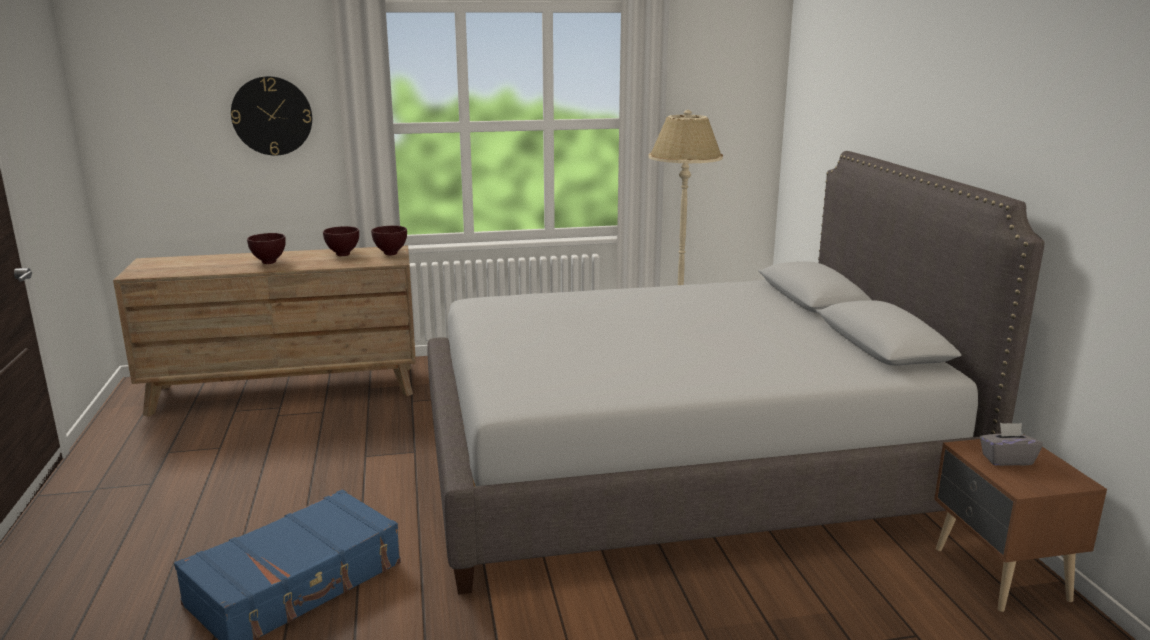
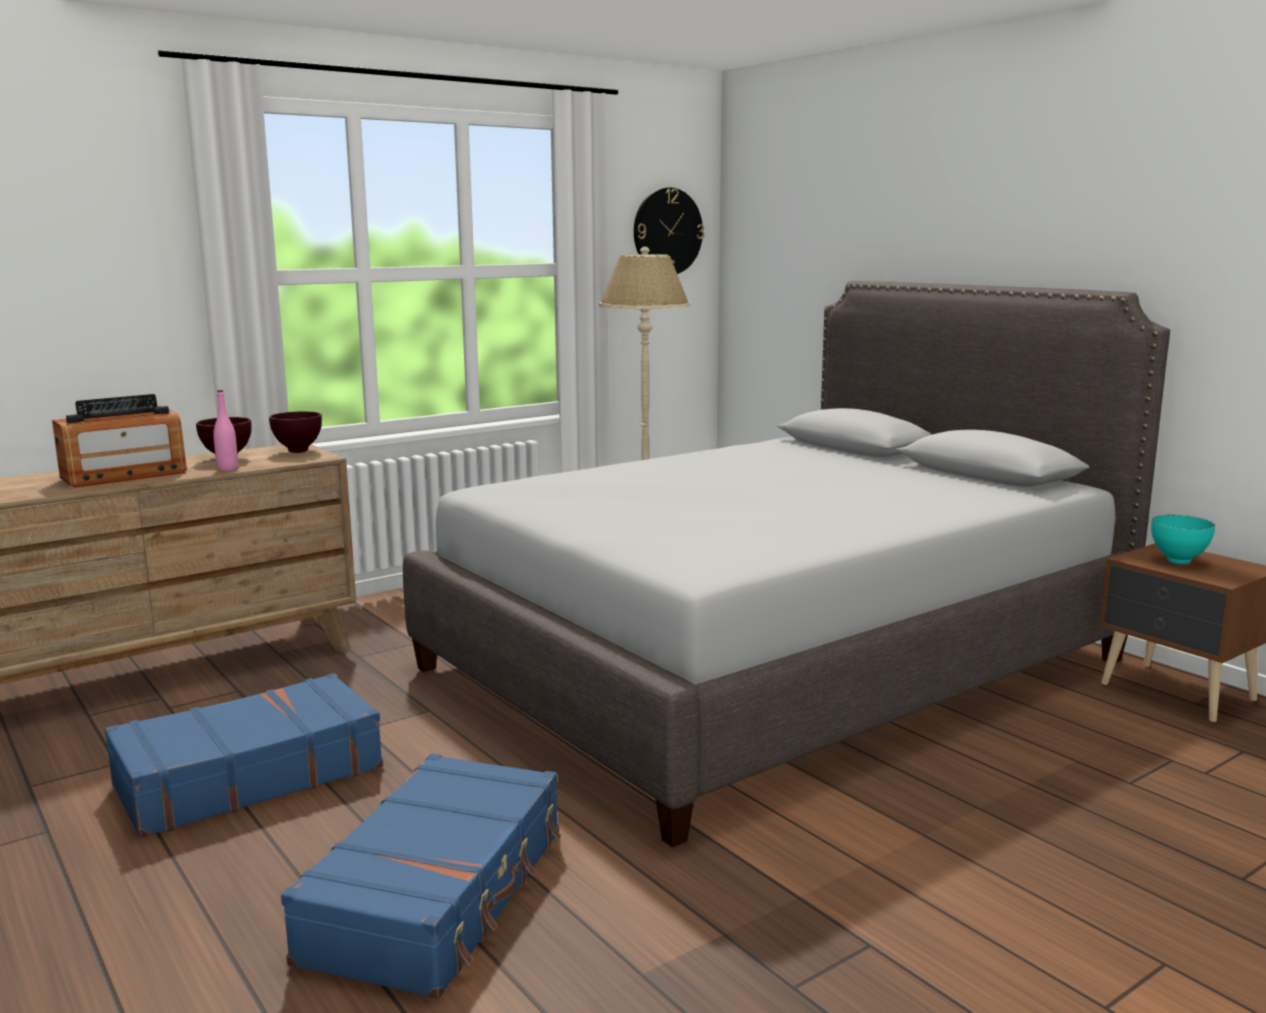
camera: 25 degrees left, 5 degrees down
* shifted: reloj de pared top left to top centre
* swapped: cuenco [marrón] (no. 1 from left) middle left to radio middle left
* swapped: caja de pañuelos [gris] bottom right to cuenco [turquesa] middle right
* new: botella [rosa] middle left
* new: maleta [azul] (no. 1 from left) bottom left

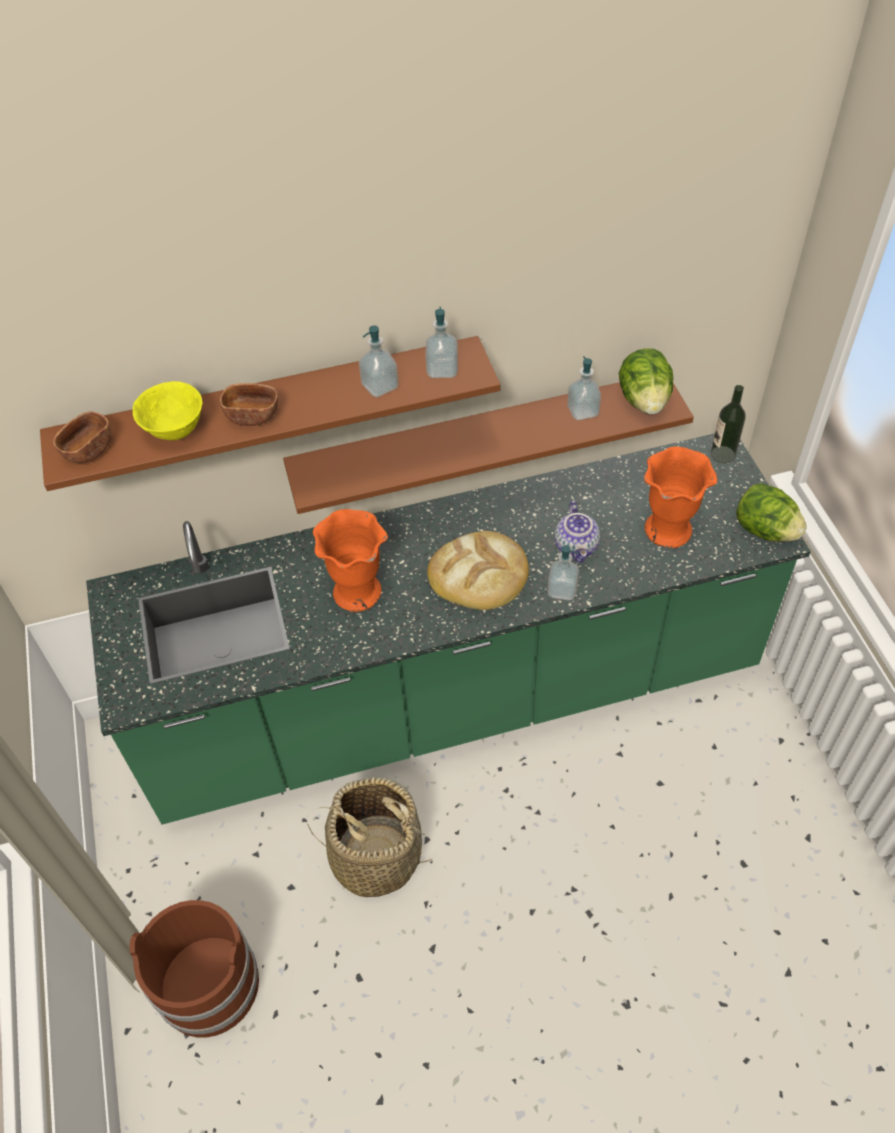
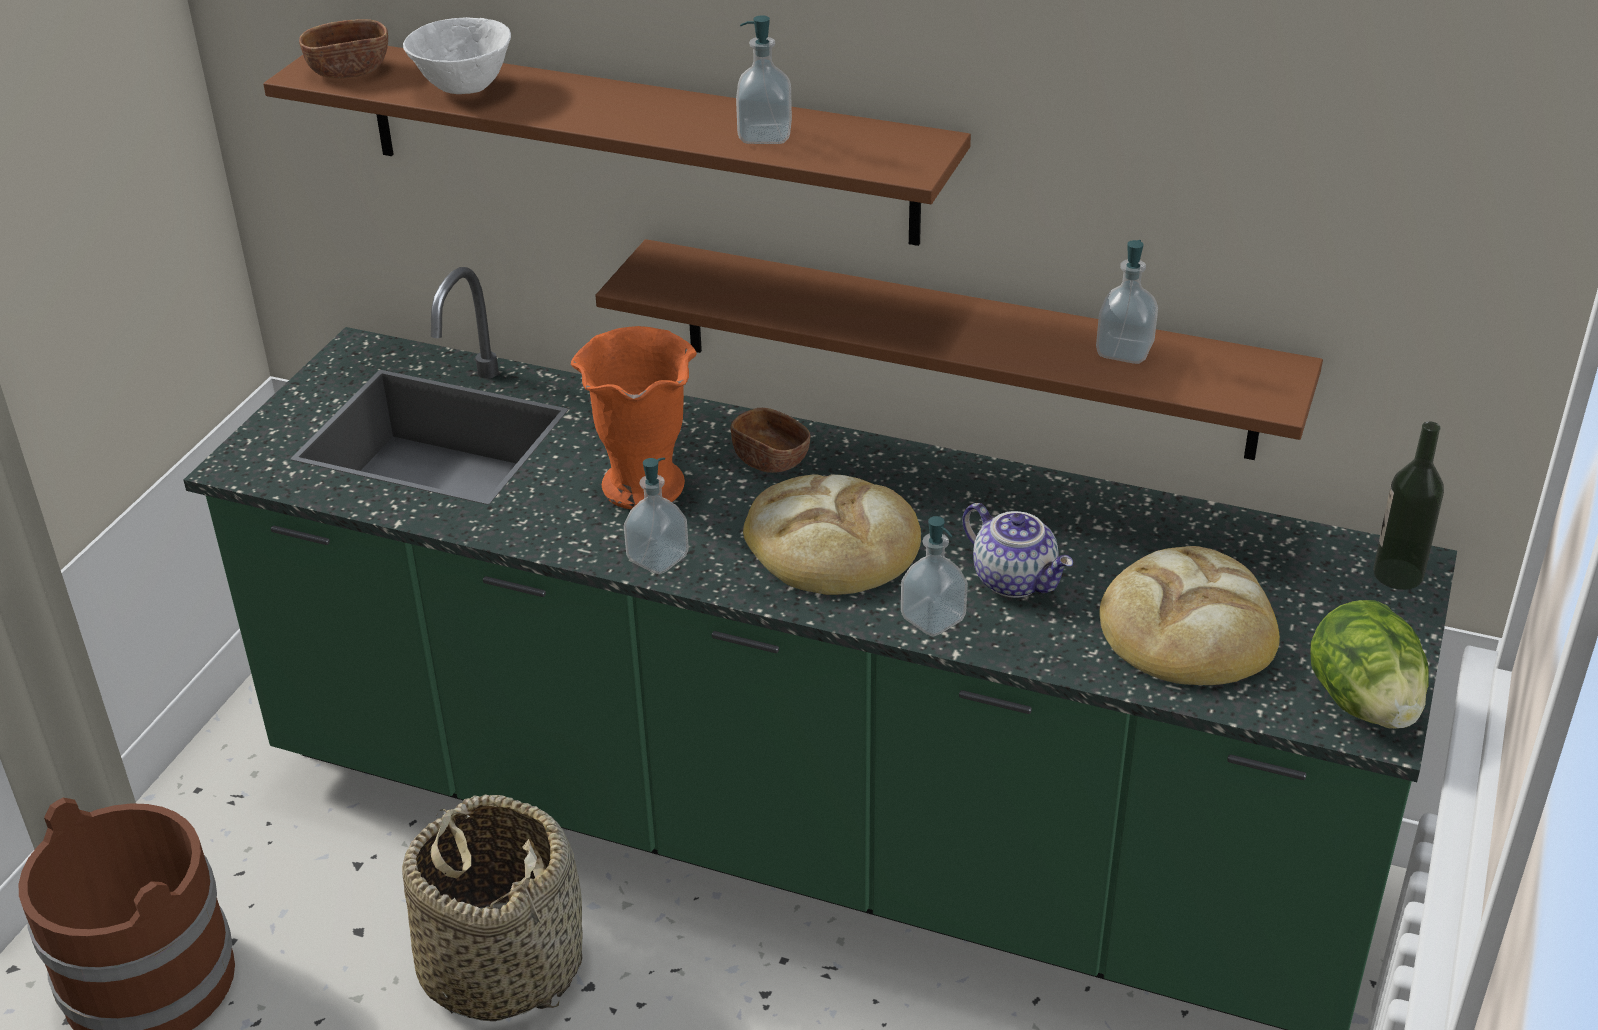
camera: 35 degrees right, 15 degrees down
* shifted: dispensador de jabón (no. 2 from left in the first image) top centre to dispensador de jabón (no. 1 from left) centre
* gone: lechuga (no. 1 from left) middle right
* repainted: cuenco [amarillo] middle left to cuenco [blanco] top left
* shifted: cuenco [marrón] (no. 2 from left) middle left to centre
* swapped: florero [naranja] (no. 2 from left) middle right to pan (no. 2 from left) middle right
* rotated: tetera centre = centre 75 degrees counterclockwise

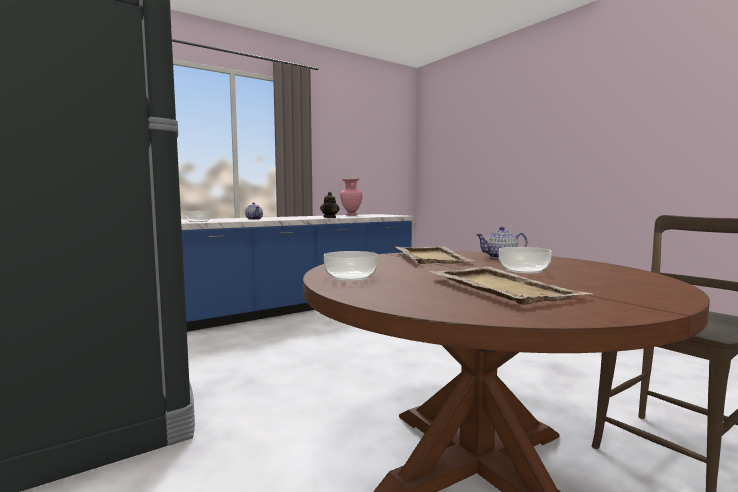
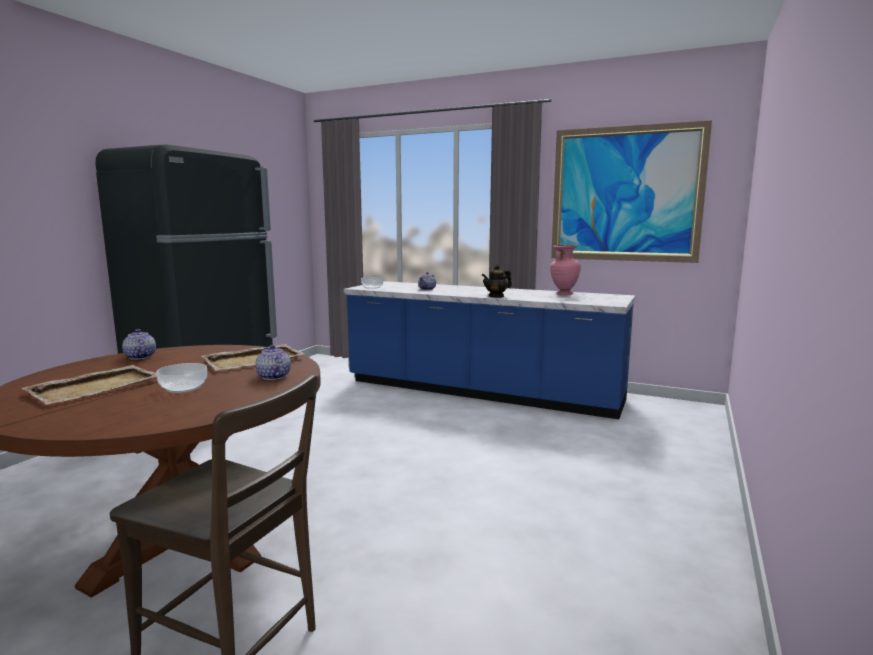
camera: 60 degrees right, 5 degrees up
* swapped: cuenco (no. 2 from left) centre to tetera (no. 1 from left) middle left
* new: cuadro top right

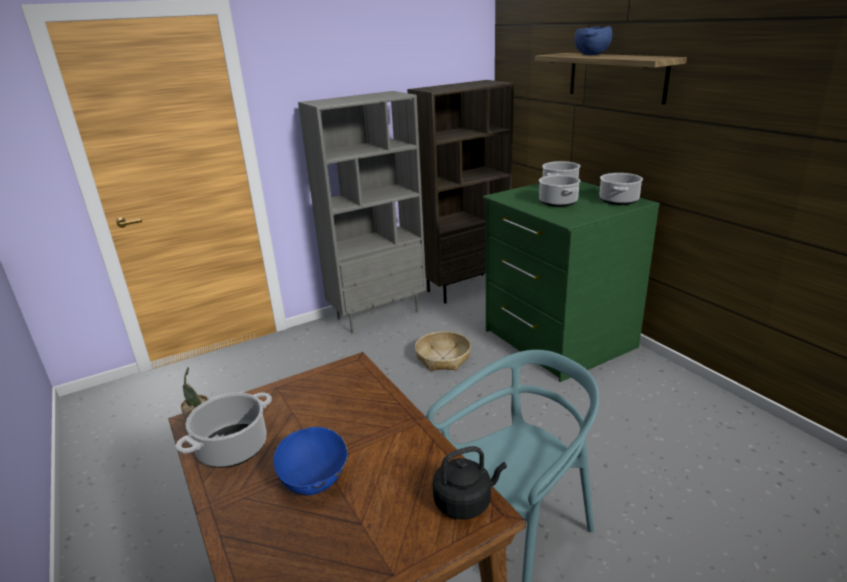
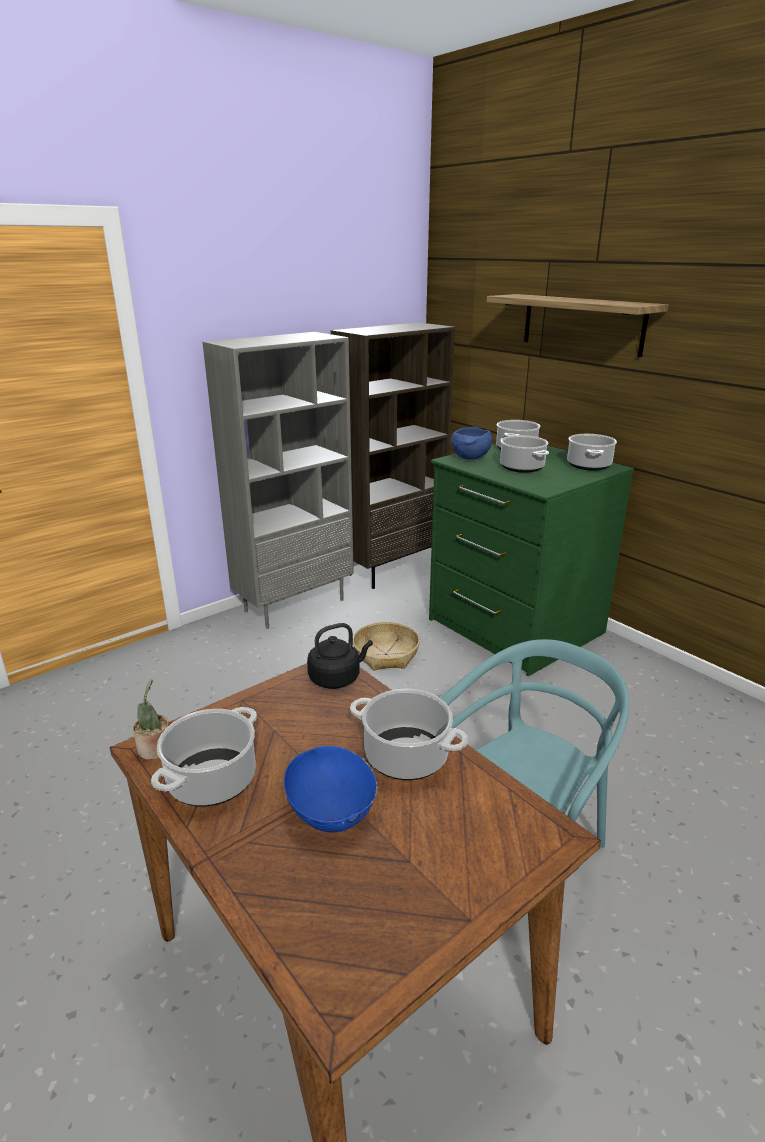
camera: 10 degrees left, 0 degrees up
* shifted: cuenco [azul] (no. 2 from left) top right to centre
* shifted: hervidor [negro] bottom centre to centre
* new: olla (no. 2 from left) centre

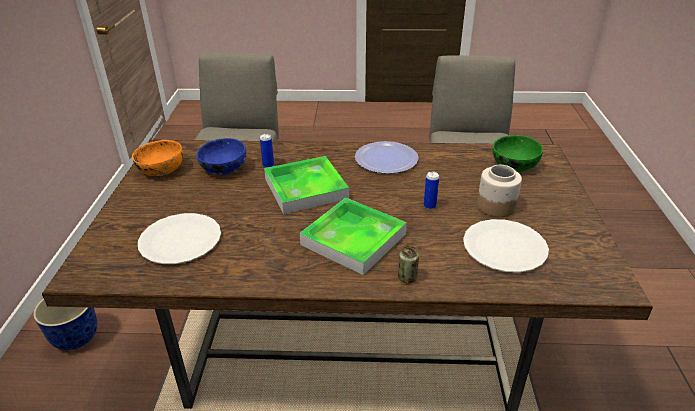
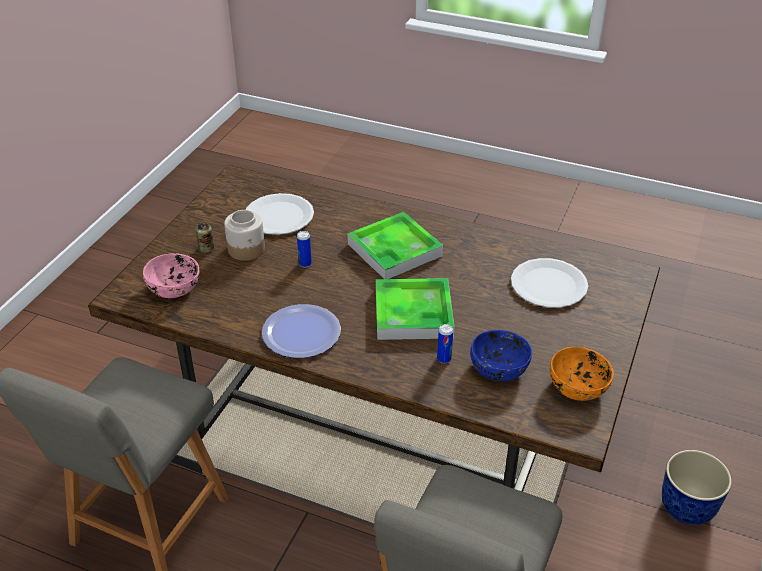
camera: 160 degrees left, 5 degrees up
* repainted: cuenco [verde] middle right to cuenco [rosa] middle left
* shifted: lata (no. 2 from left in the first image) centre to lata (no. 1 from left) middle left

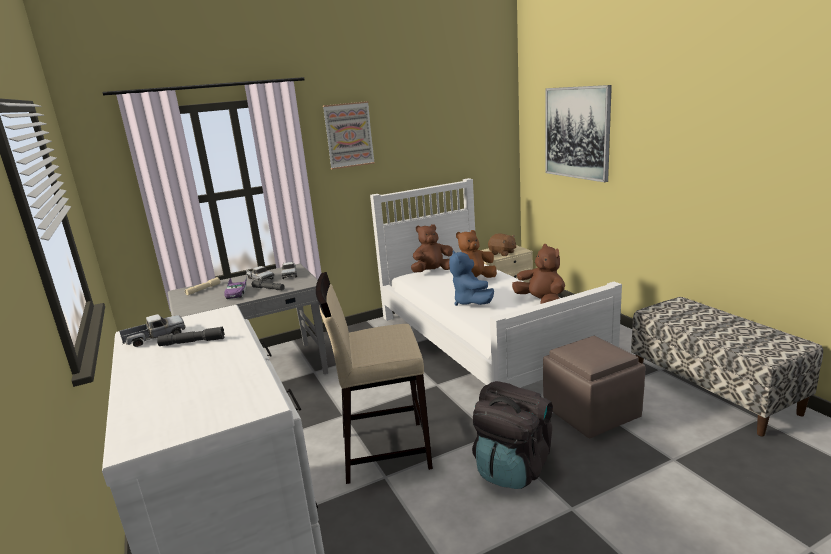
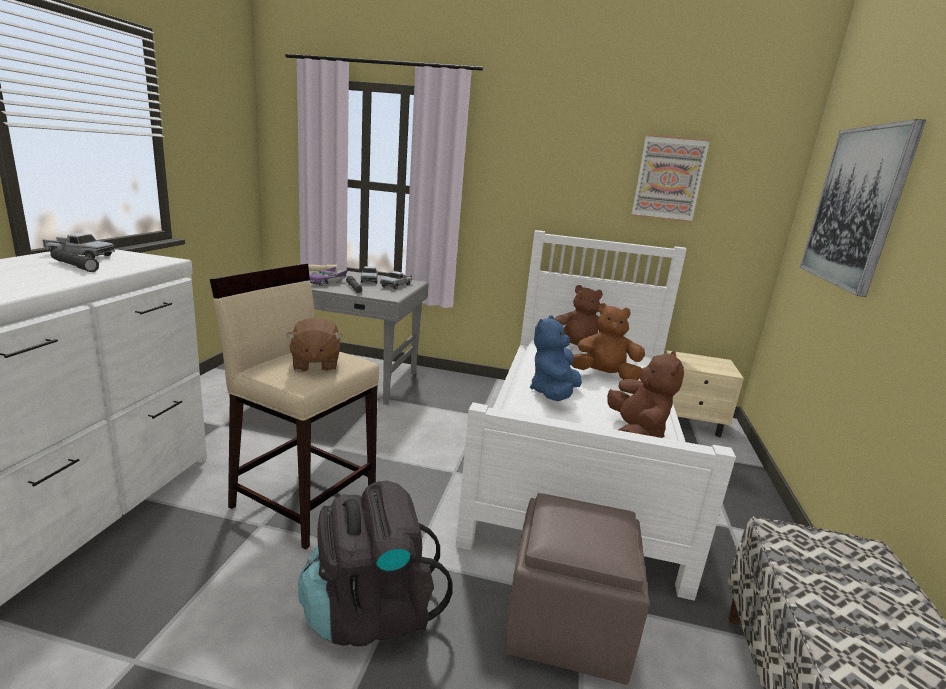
camera: 35 degrees right, 0 degrees up
* shifted: cuadro (no. 1 from left) top centre to top right
* shifted: peluche [marrón] (no. 3 from left in the first image) centre to peluche [marrón] (no. 1 from left) middle left

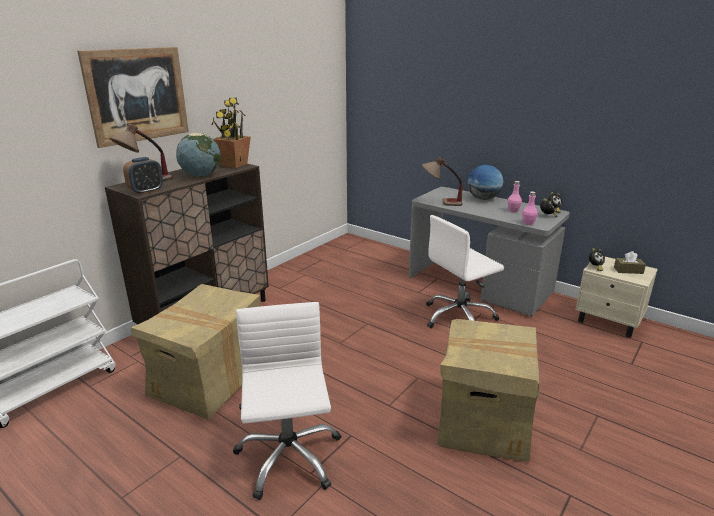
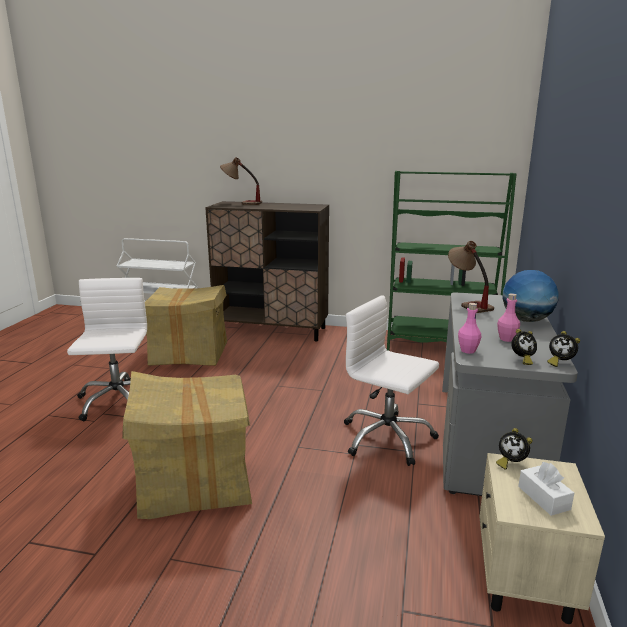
camera: 65 degrees right, 5 degrees down
* gone: cuadro top left
* gone: planta en maceta top left
* gone: globo terráqueo (no. 1 from left) top left
* gone: despertador (no. 1 from left) middle left
* repainted: caja de pañuelos [marrón] middle right to caja de pañuelos [blanco] bottom right
* rotated: silla de oficina [blanco] (no. 1 from left) bottom centre = middle left 60 degrees counterclockwise
* new: estantería [verde] middle right

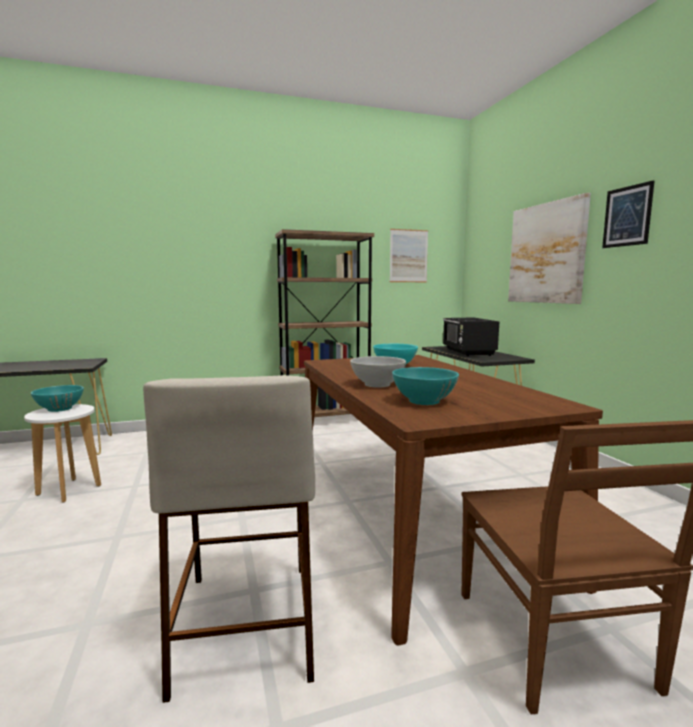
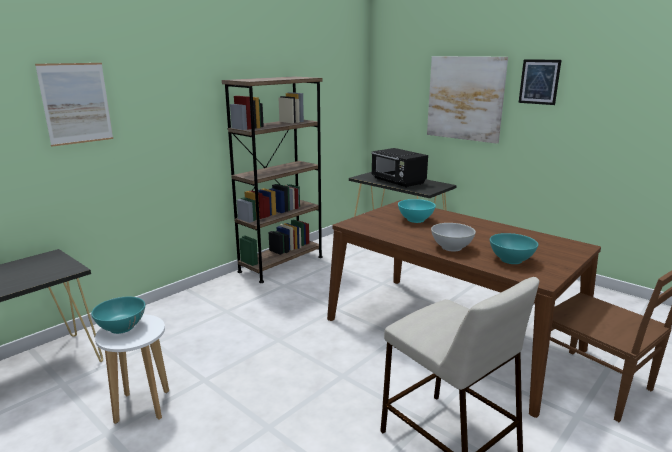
camera: 30 degrees left, 10 degrees up
* shifted: cuadro (no. 1 from left) centre to top left

